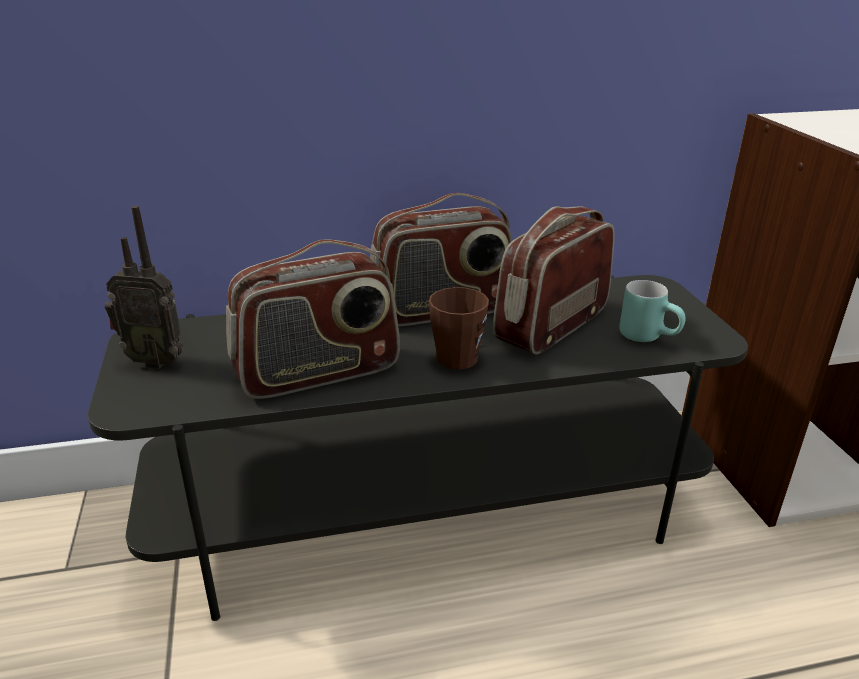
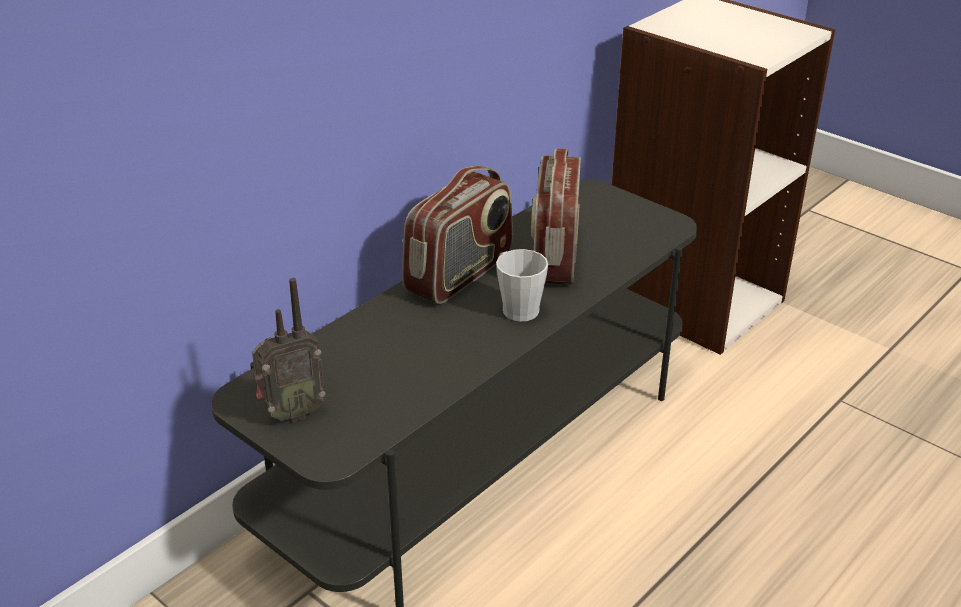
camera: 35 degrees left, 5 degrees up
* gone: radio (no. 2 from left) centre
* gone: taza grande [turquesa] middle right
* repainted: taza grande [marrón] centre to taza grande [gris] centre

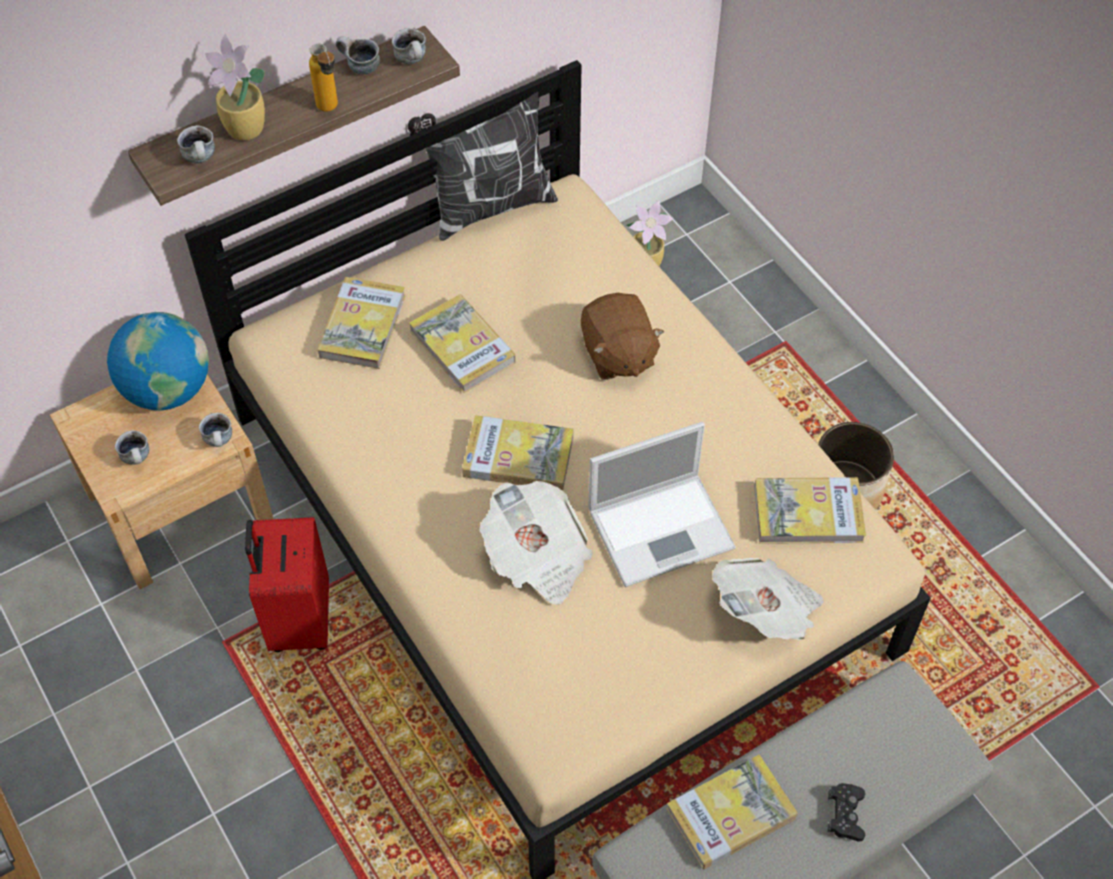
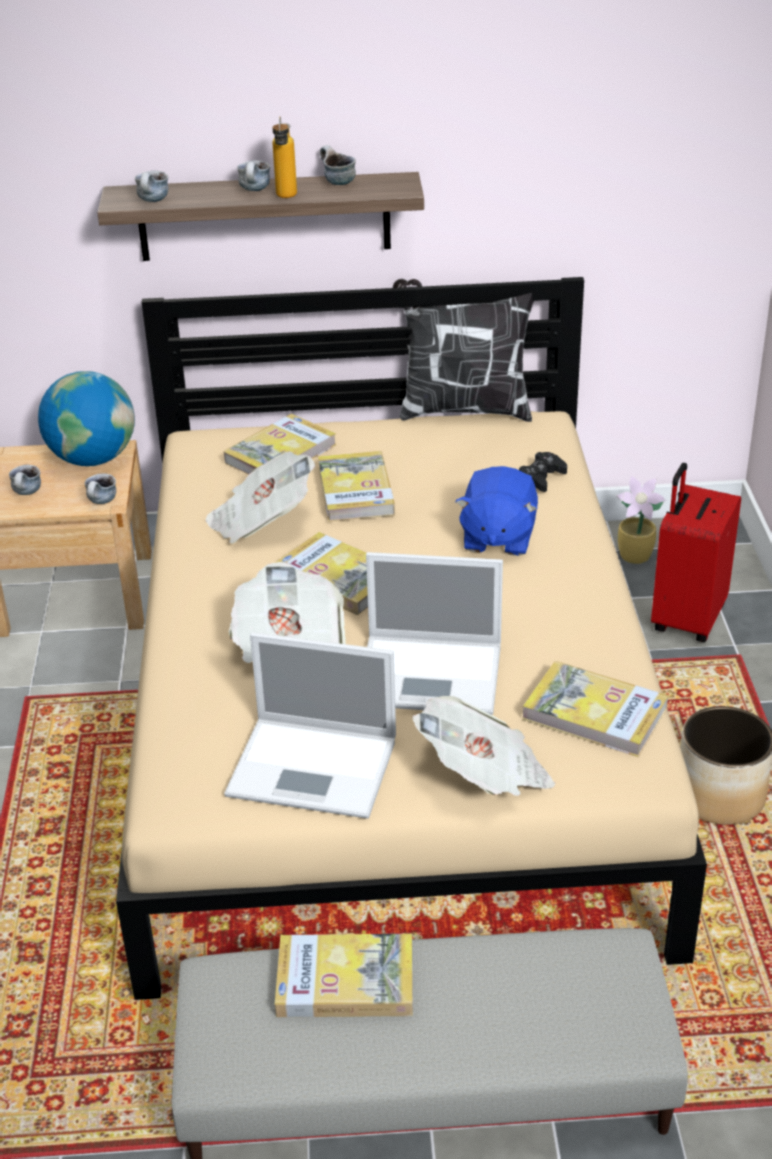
camera: 30 degrees right, 20 degrees down
* shifted: taza grande (no. 5 from left in the first image) top centre to taza grande (no. 4 from left) top left
* gone: planta en maceta (no. 1 from left) top left
* repainted: peluche [marrón] centre to peluche [azul] centre
* shifted: maleta [rojo] middle left to middle right
* shifted: mando de consola [negro] bottom right to middle right
* new: periódico (no. 1 from left) centre
* new: portátil (no. 1 from left) centre

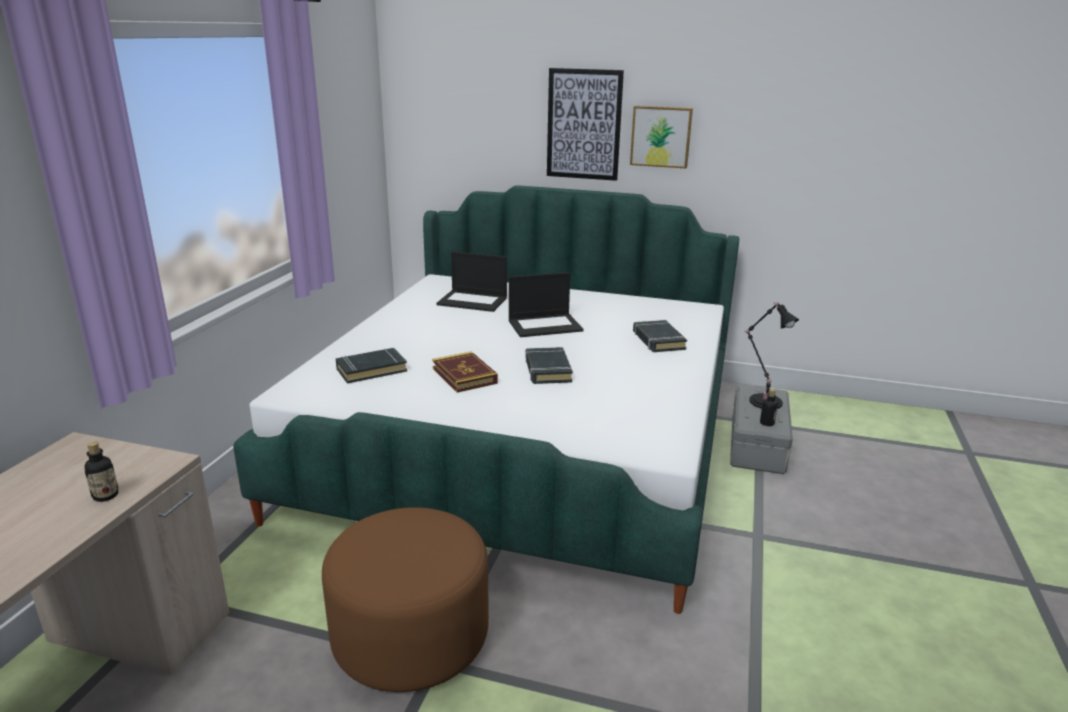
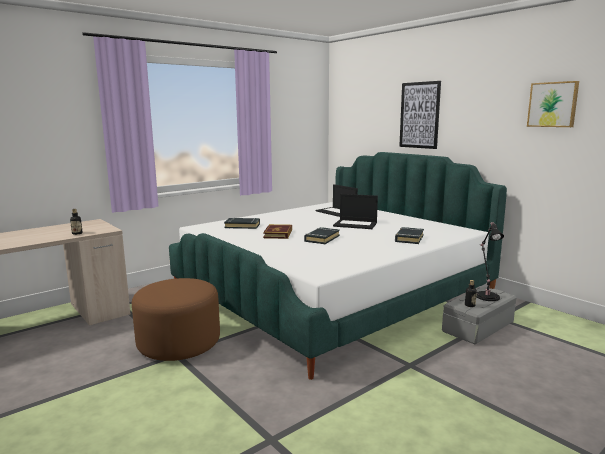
camera: 35 degrees right, 10 degrees down
* shifted: cuadro (no. 2 from left) top centre to top right

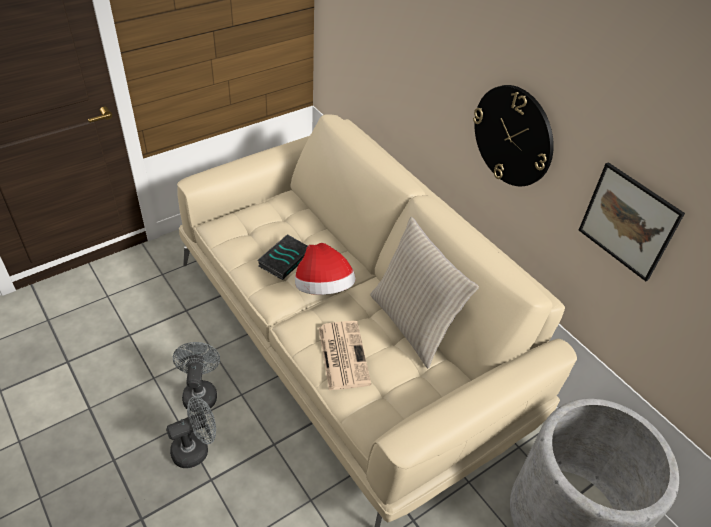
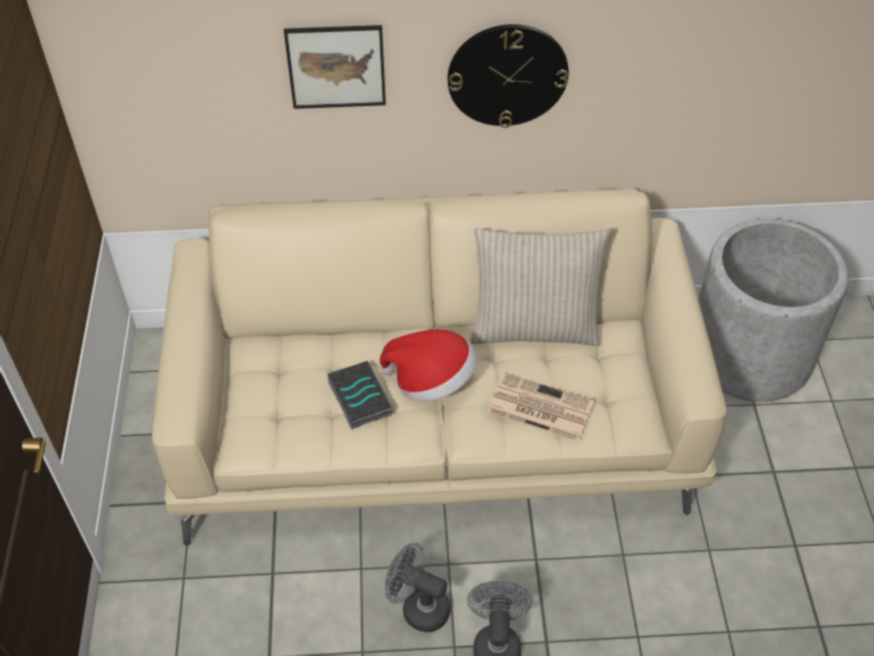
camera: 55 degrees left, 5 degrees up
* shifted: cuadro middle right to top centre

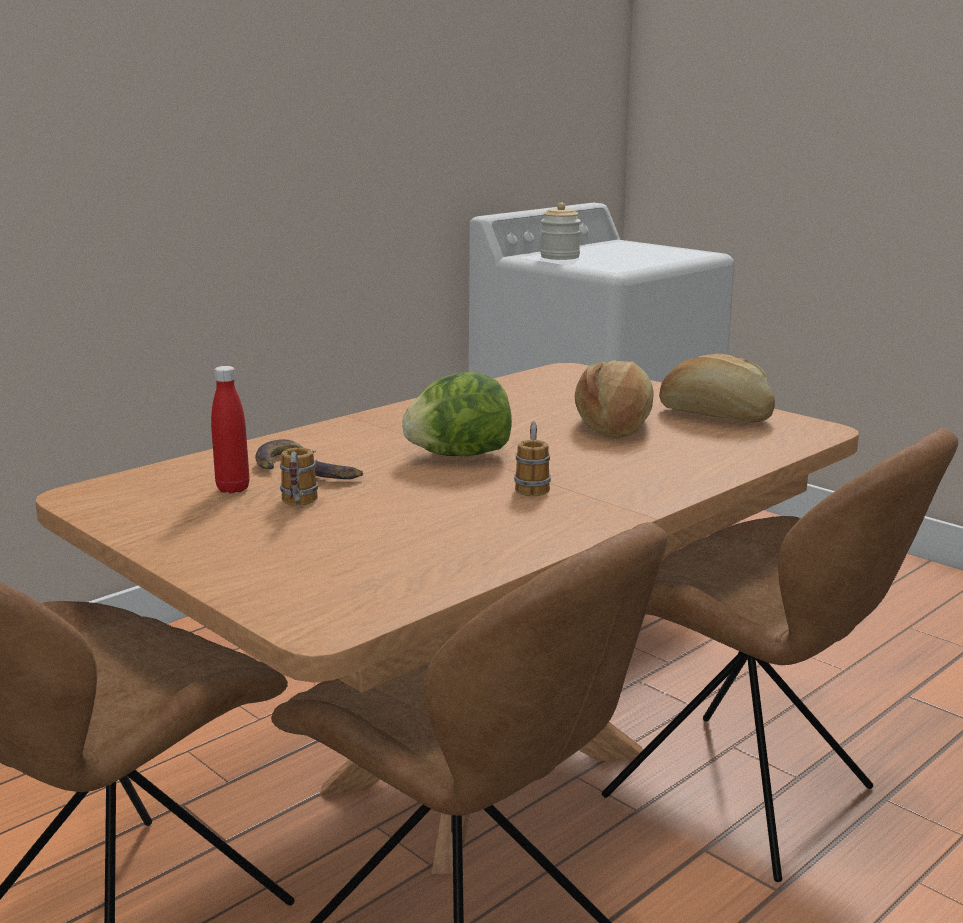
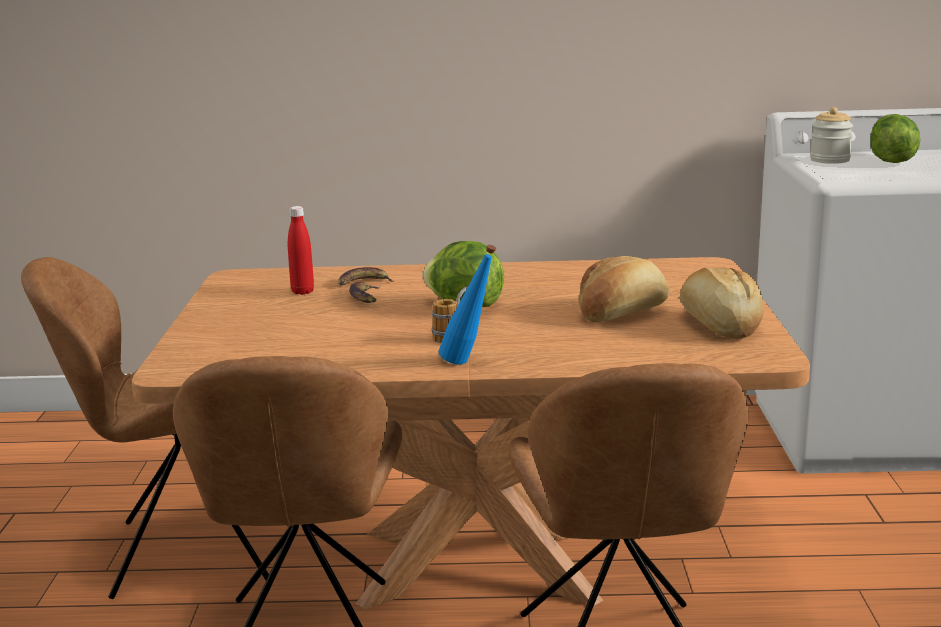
camera: 45 degrees right, 0 degrees up
* gone: taza grande (no. 1 from left) middle left
* new: lechuga (no. 2 from left) top right
* new: botella [azul] centre

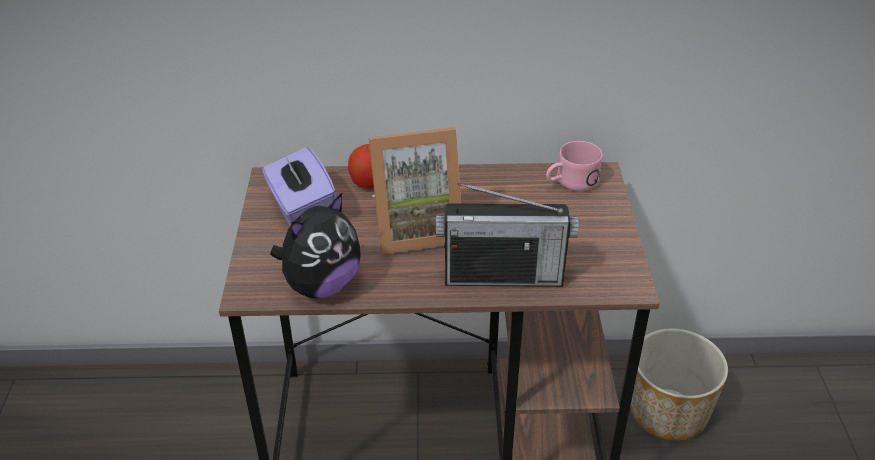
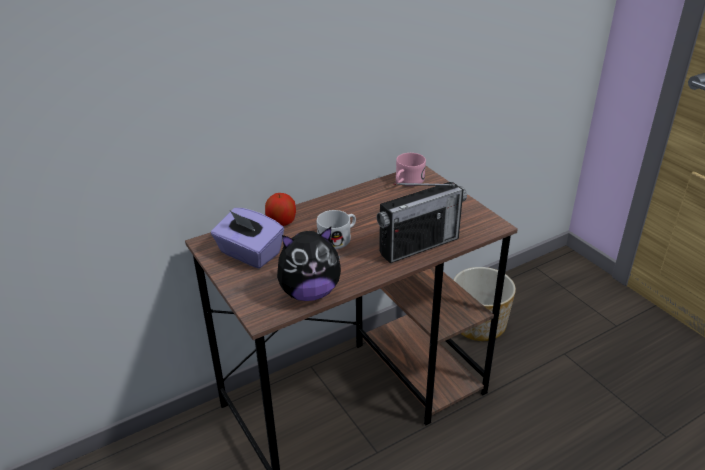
camera: 30 degrees left, 5 degrees down
* swapped: portarretratos centre to taza grande [blanco] centre
* rotated: peluche centre = centre 60 degrees clockwise

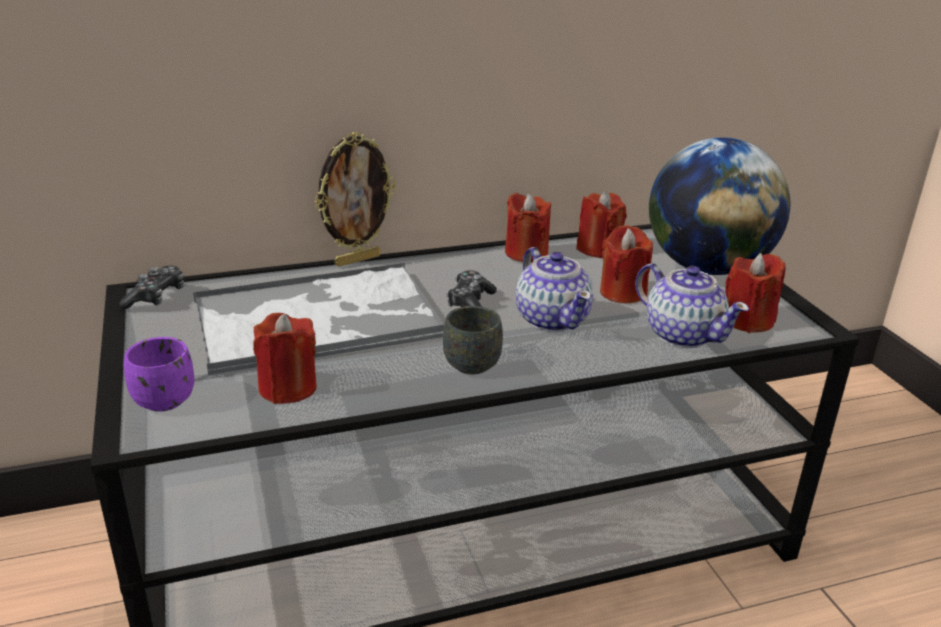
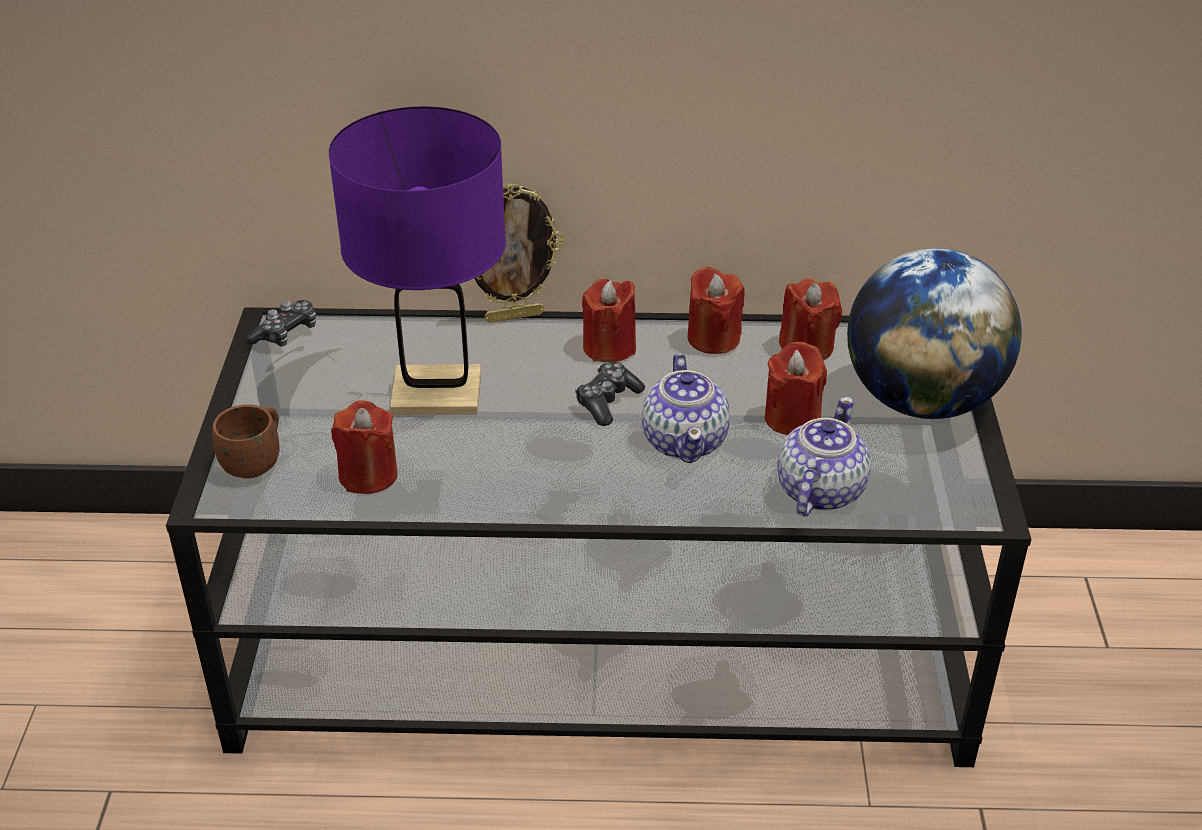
camera: 20 degrees right, 10 degrees up
* shifted: vela [rojo] (no. 5 from left in the first image) middle right to vela [rojo] (no. 2 from left) centre
* swapped: bandeja centre to lámpara de mesa [morado] top centre
* rotated: tetera (no. 2 from left) middle right = middle right 135 degrees counterclockwise
* gone: taza grande [gris] centre
* repainted: taza grande [morado] middle left to taza grande [marrón] middle left

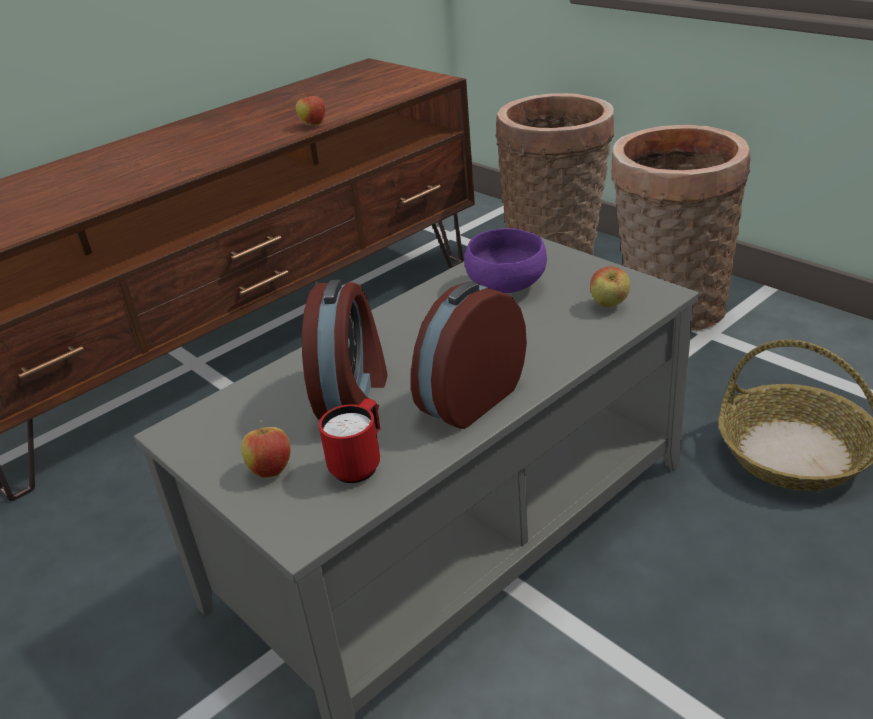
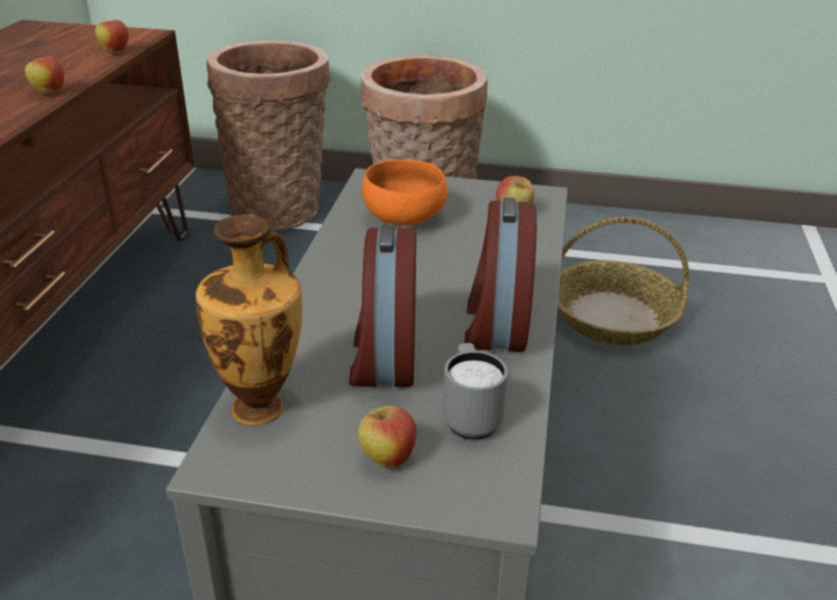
camera: 40 degrees left, 0 degrees up
* repainted: cuenco [morado] centre to cuenco [naranja] top centre
* rotated: despertador (no. 1 from left) centre = centre 150 degrees counterclockwise
* repainted: taza grande [rojo] centre to taza grande [gris] centre
* new: manzana (no. 2 from left) top left
* new: florero middle left

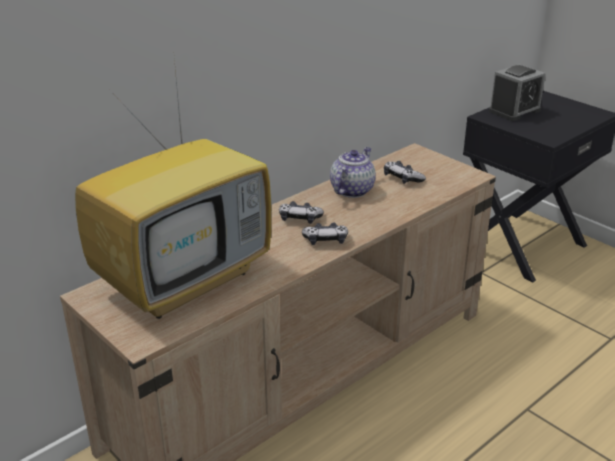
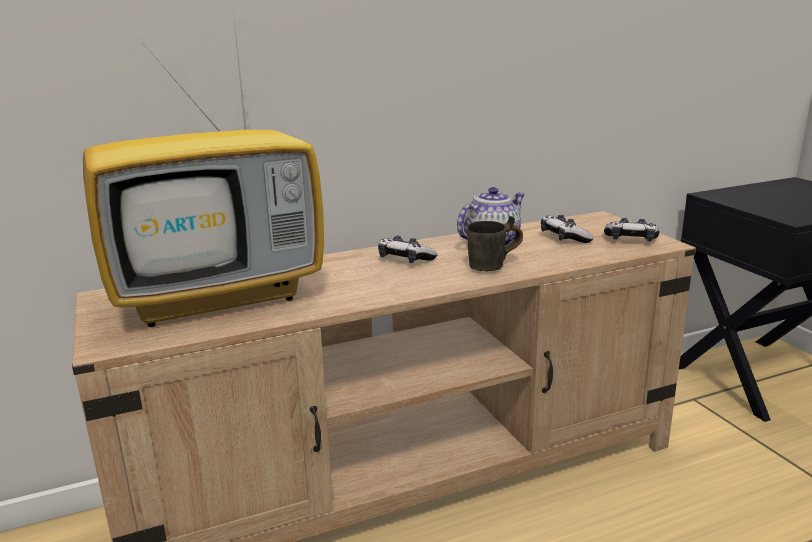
camera: 20 degrees right, 10 degrees down
* gone: despertador top right
* shifted: mando de consola (no. 2 from left in the first image) centre to mando de consola (no. 3 from left) middle right
* new: taza grande [gris] centre

